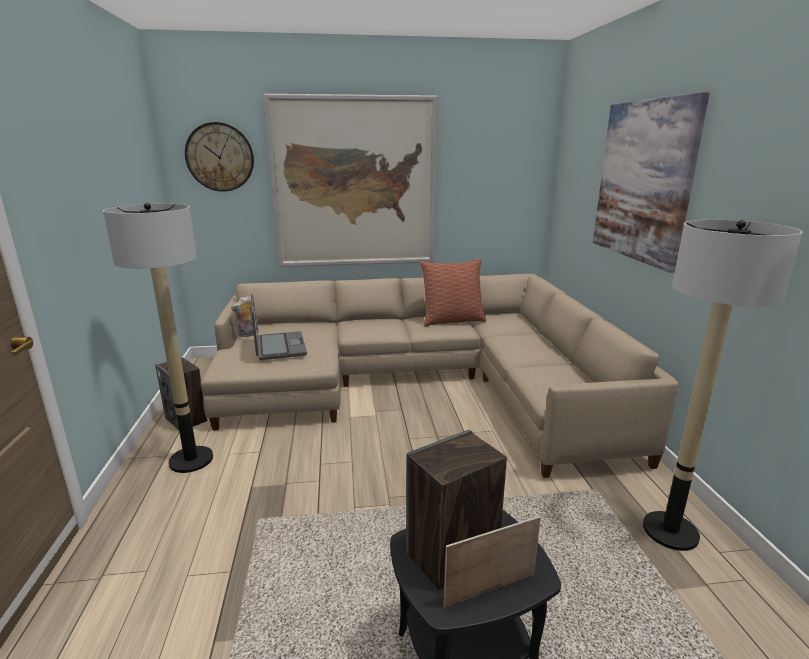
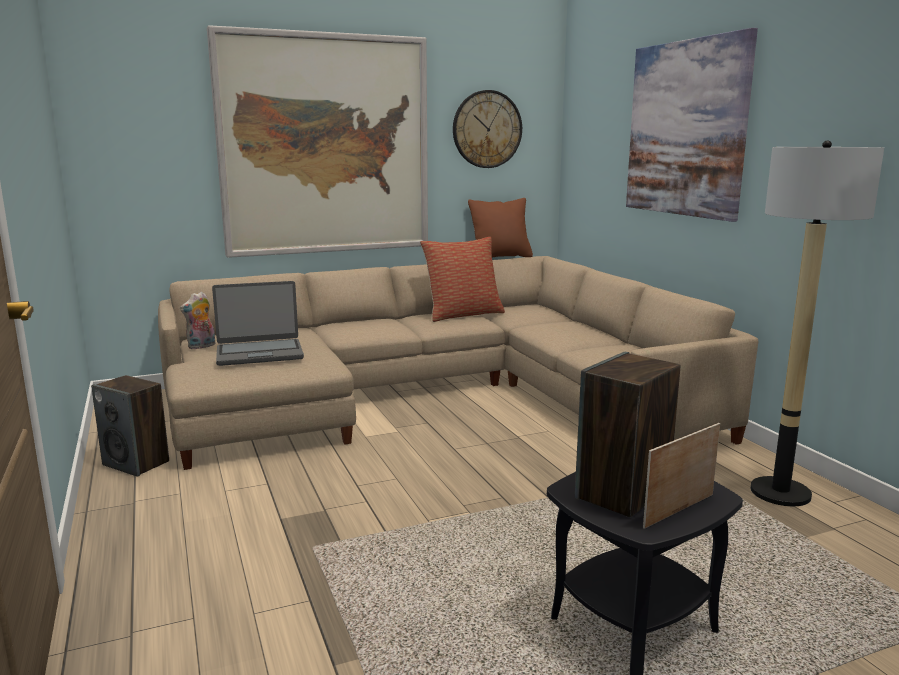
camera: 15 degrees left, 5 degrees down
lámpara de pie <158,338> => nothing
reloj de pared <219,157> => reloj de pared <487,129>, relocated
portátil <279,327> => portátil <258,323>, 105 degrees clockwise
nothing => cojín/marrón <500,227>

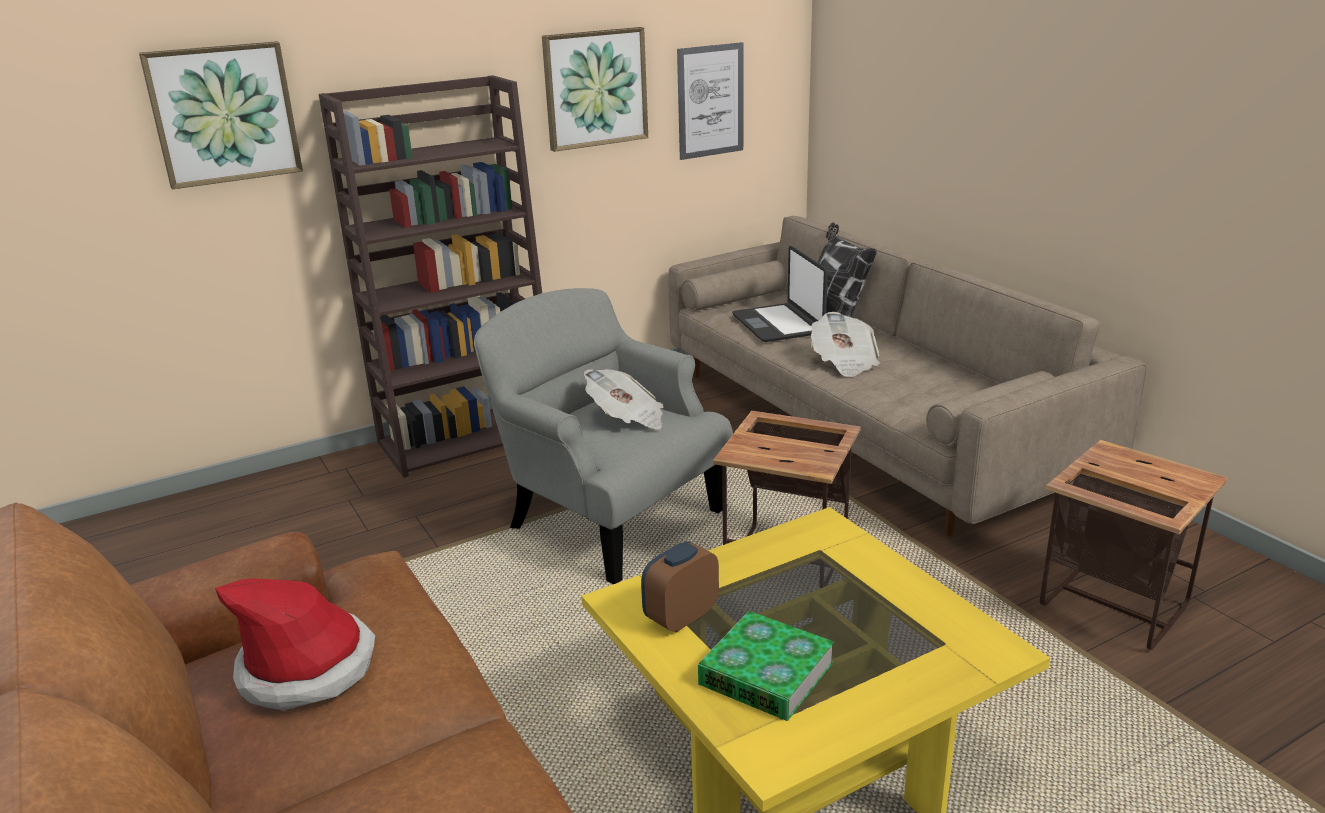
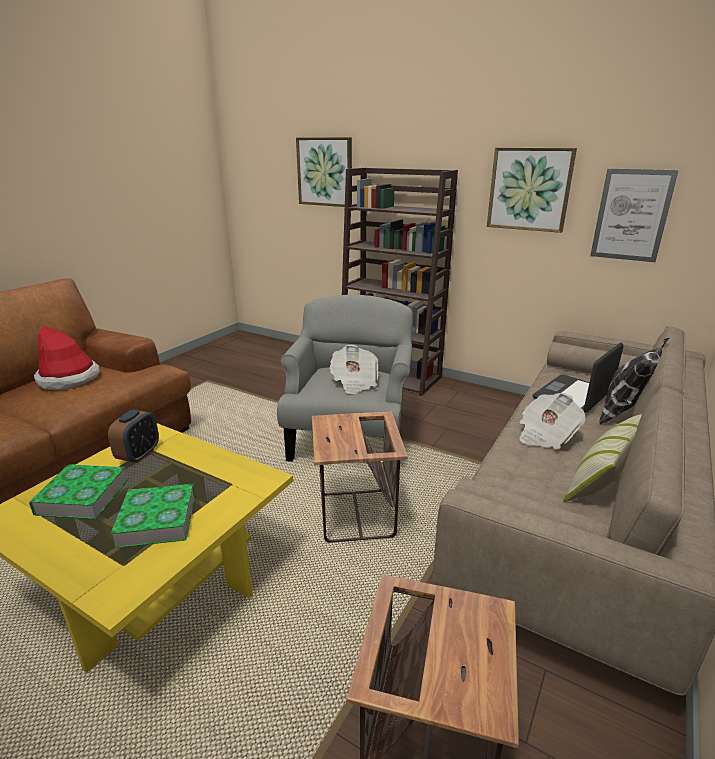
camera: 60 degrees right, 0 degrees up
despertador <680,586> => despertador <133,436>, 90 degrees clockwise
nothing => libro <153,516>
nothing => cojín <602,458>

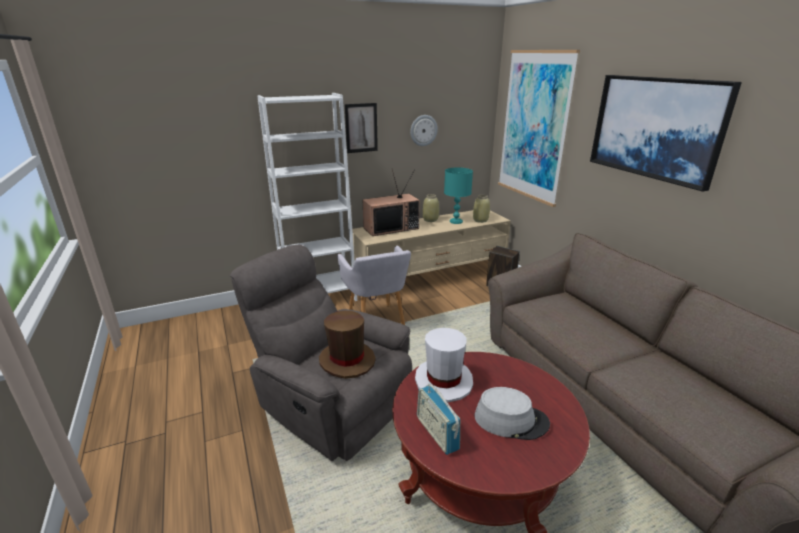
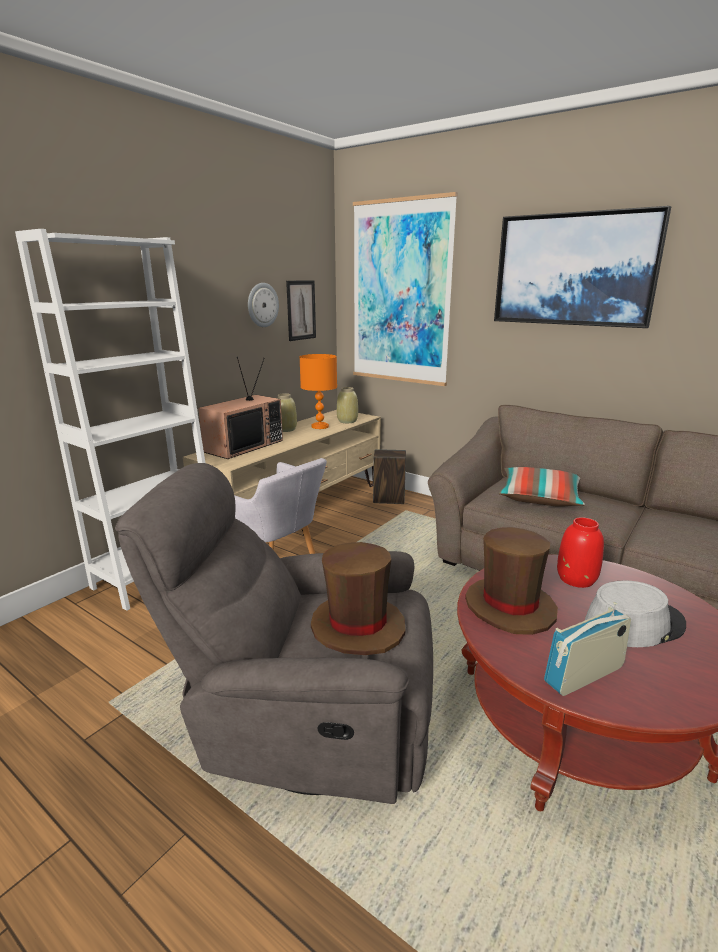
camera: 30 degrees left, 5 degrees down
cuadro <361,128> => cuadro <301,311>, relocated
sombrero/blanco <444,365> => sombrero/marrón <511,581>
radio <438,419> => radio <587,649>, 120 degrees clockwise
lámpara de mesa/turquesa <458,195> => lámpara de mesa/naranja <318,391>
nothing => cojín <542,487>
nothing => florero/rojo <580,552>

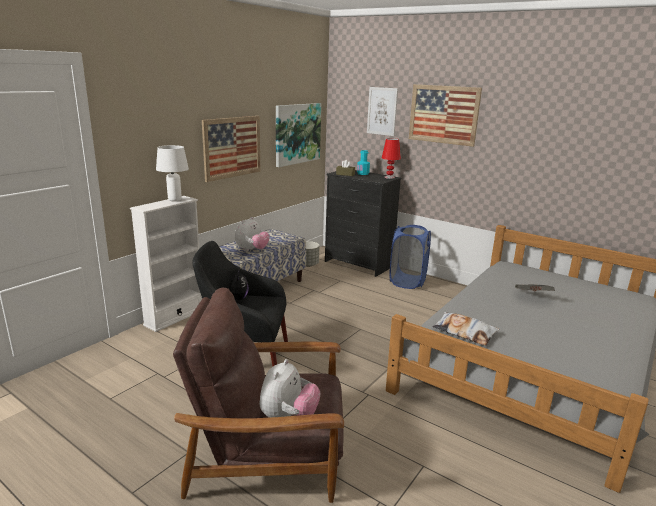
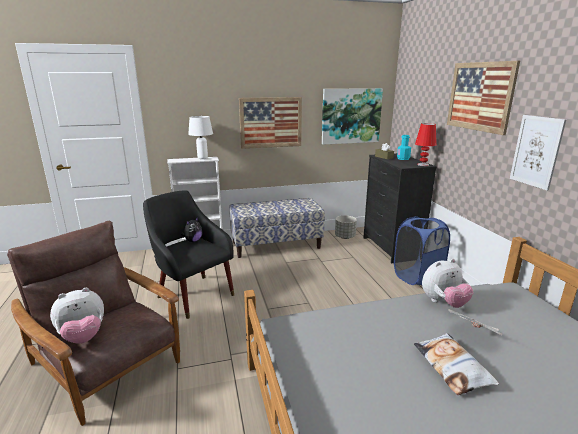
camera: 40 degrees right, 0 degrees up
peluche <252,234> => peluche <448,283>, relocated
cuadro <382,111> => cuadro <538,153>, relocated
cojín <466,328> => cojín <456,364>, relocated

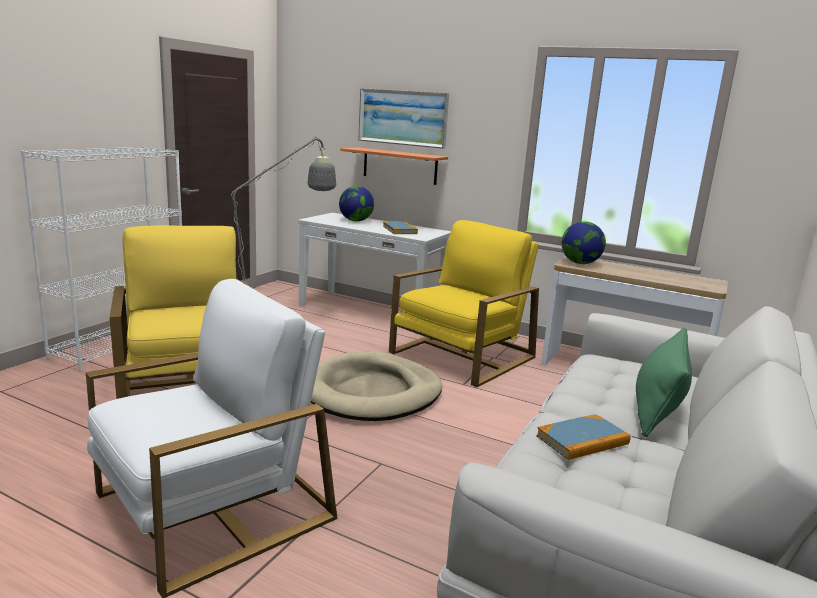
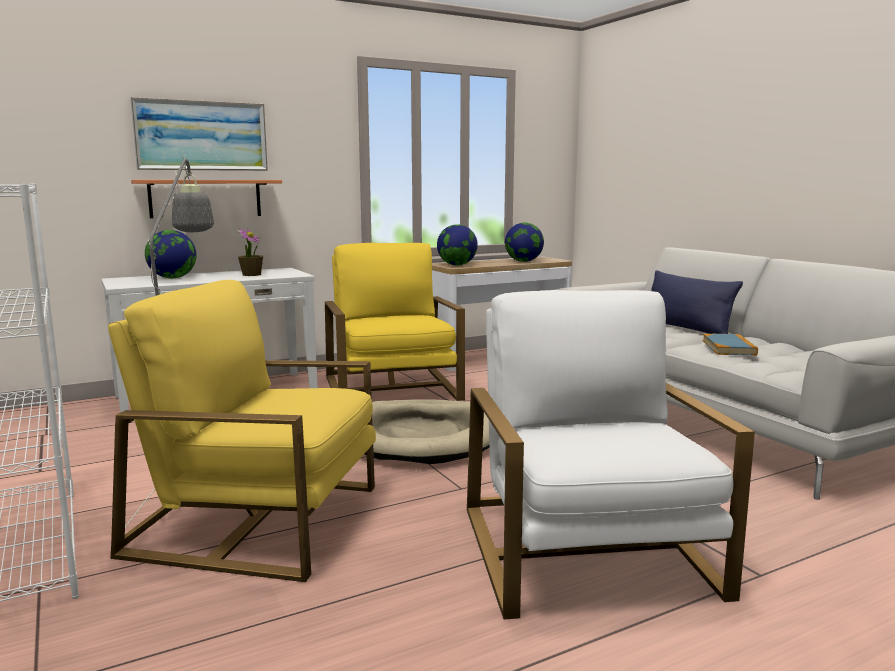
camera: 55 degrees left, 5 degrees down
libro <400,227> => planta en maceta <250,252>
cojín/verde <664,382> => cojín/azul <697,302>
nothing => globo terráqueo <524,242>

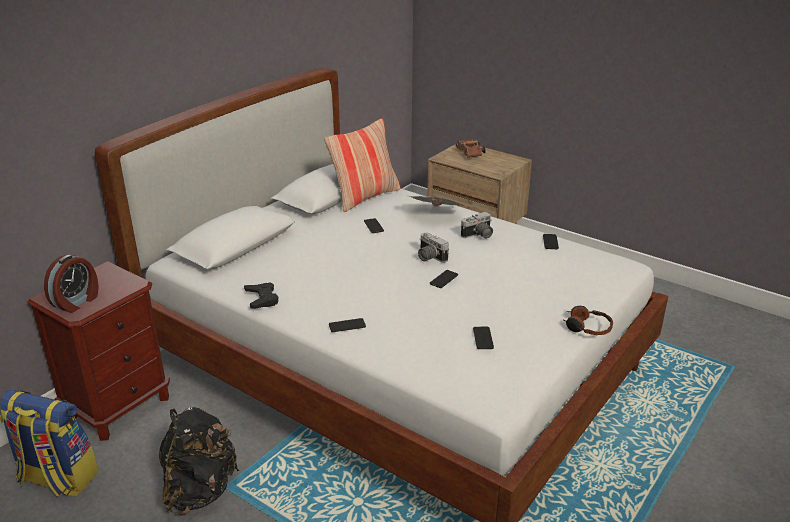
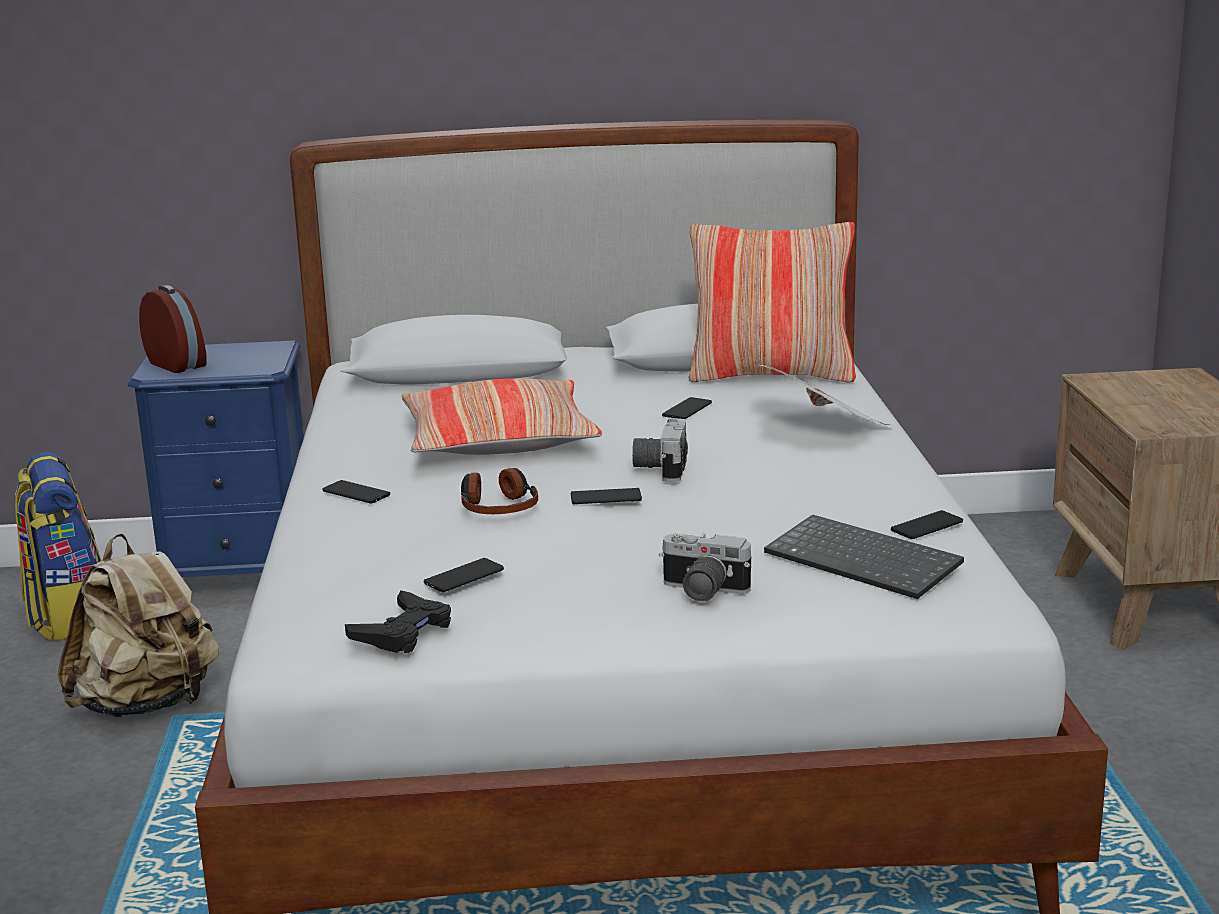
camera: 50 degrees right, 10 degrees down
mesita de noche/marrón <98,351> => mesita de noche/azul <215,458>
despertador <71,283> => despertador <173,329>, 120 degrees counterclockwise
mochila/negro <199,461> => mochila/beis <138,625>
mando de consola/negro <261,295> => mando de consola/negro <398,621>, relocated
prismáticos/marrón <471,148> => nothing
cámara <477,225> => cámara <705,567>, relocated
auriculares <588,320> => auriculares <499,491>, relocated
nothing => cojín <502,417>
nothing => teclado <864,556>

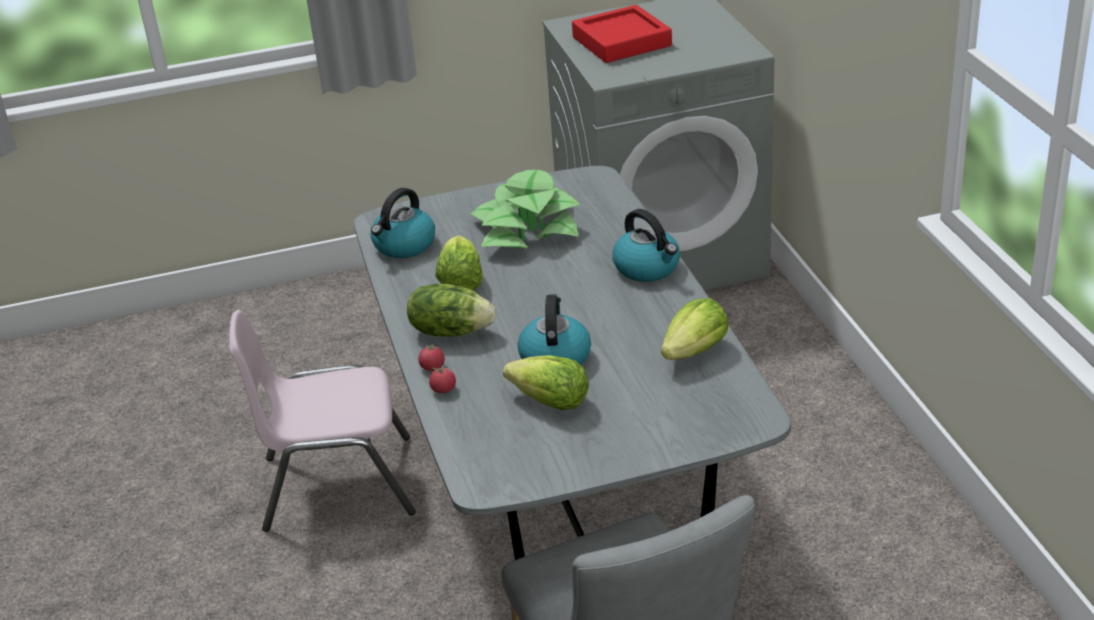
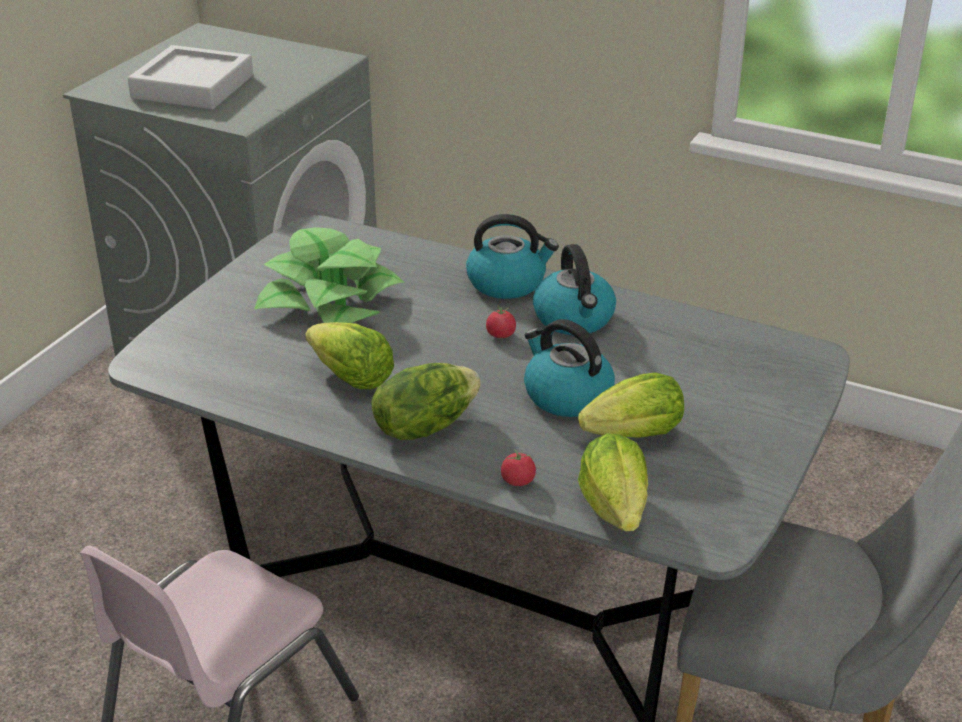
camera: 50 degrees left, 0 degrees up
hervidor <403,223> => hervidor <574,289>, relocated
tomate <431,356> => tomate <501,321>, relocated
bandeja/rojo <622,34> => bandeja/gris <190,77>
lechuga <695,329> => lechuga <613,482>, relocated

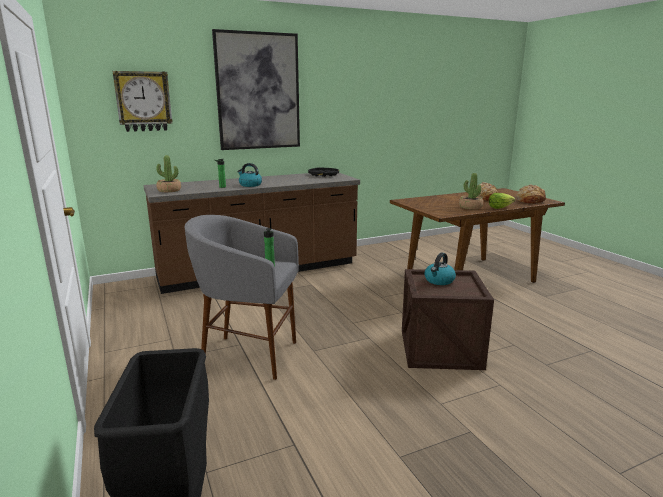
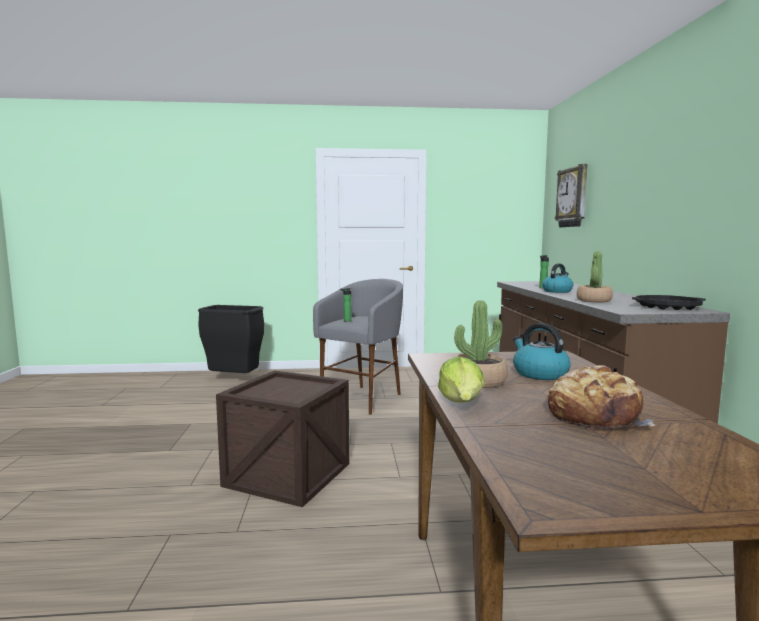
camera: 110 degrees right, 10 degrees down
planta en maceta <168,173> => planta en maceta <595,276>, relocated
cuadro <256,89> => nothing
hervidor <440,269> => hervidor <542,351>, relocated
pan <531,194> => nothing

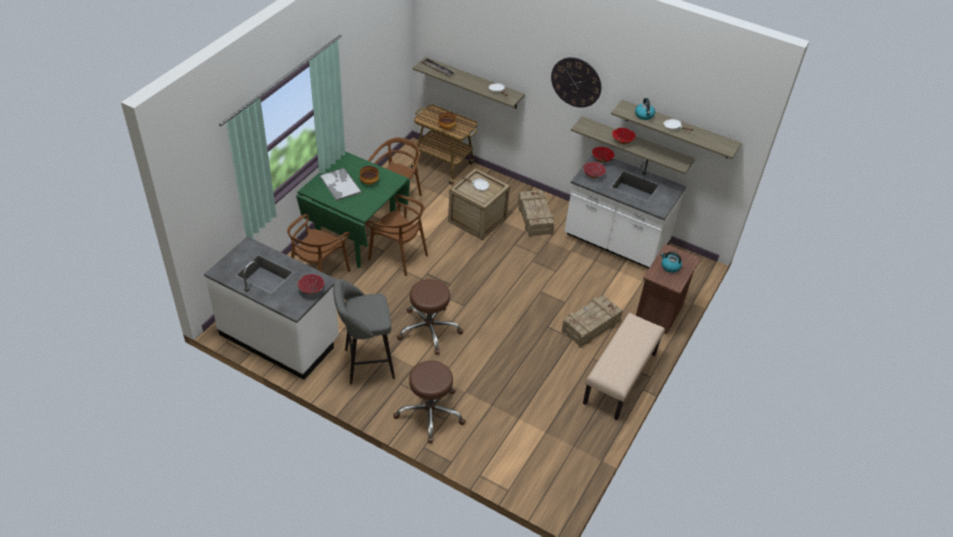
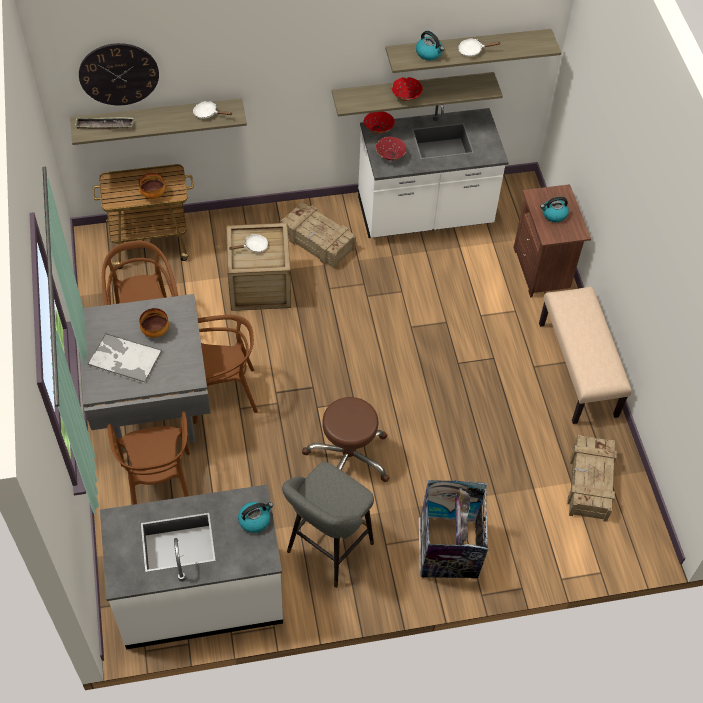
camera: 40 degrees left, 10 degrees up
mesa de comedor/verde <353,209> => mesa de comedor/gris <145,373>
cuenco/rojo <311,284> => hervidor <255,517>
taburete/marrón <429,402> => papelera <454,529>
reloj de pared <576,82> => reloj de pared <119,74>, relocated
caja de embalaje <592,321> => caja de embalaje <592,478>, relocated

